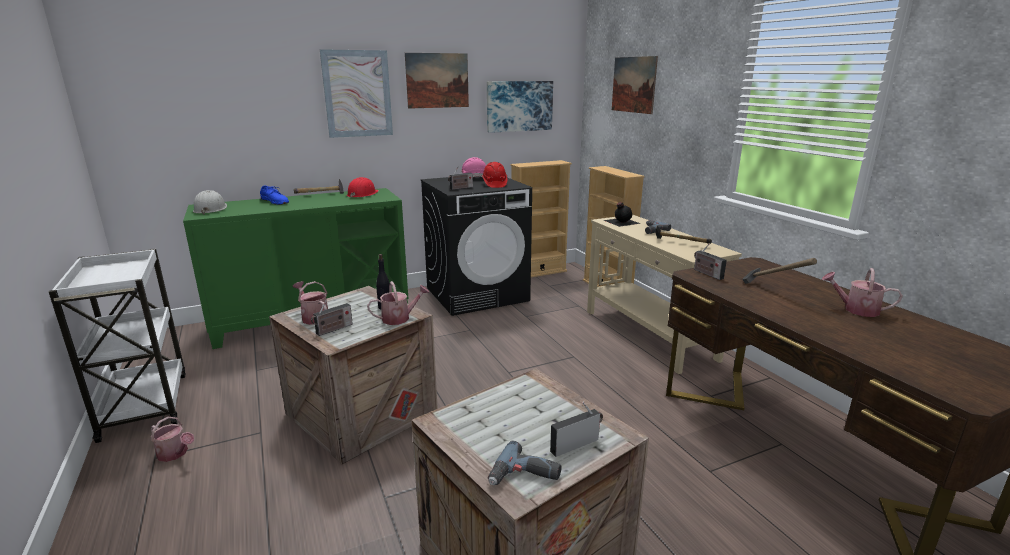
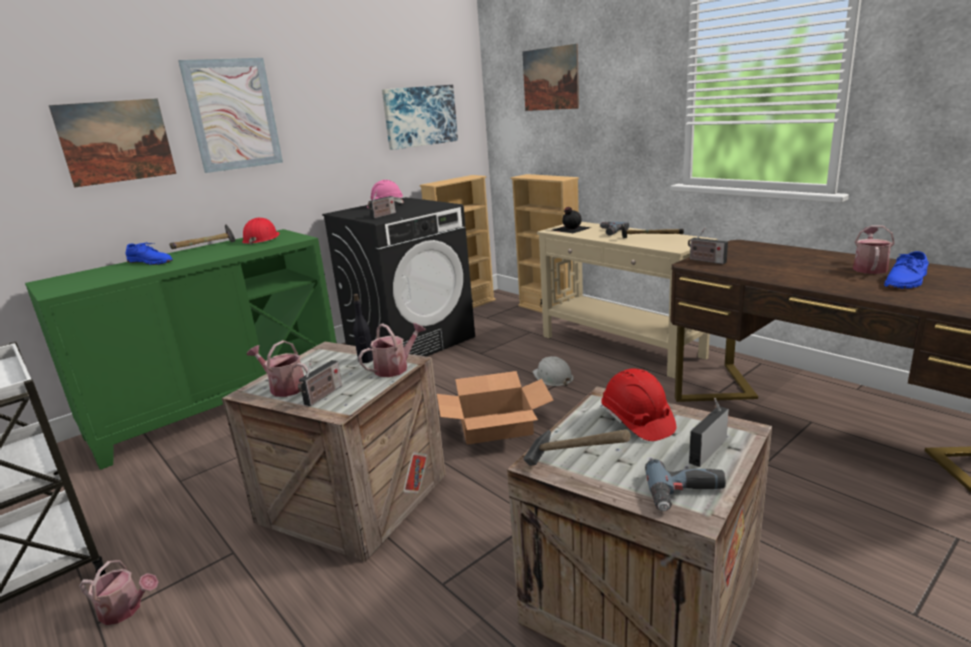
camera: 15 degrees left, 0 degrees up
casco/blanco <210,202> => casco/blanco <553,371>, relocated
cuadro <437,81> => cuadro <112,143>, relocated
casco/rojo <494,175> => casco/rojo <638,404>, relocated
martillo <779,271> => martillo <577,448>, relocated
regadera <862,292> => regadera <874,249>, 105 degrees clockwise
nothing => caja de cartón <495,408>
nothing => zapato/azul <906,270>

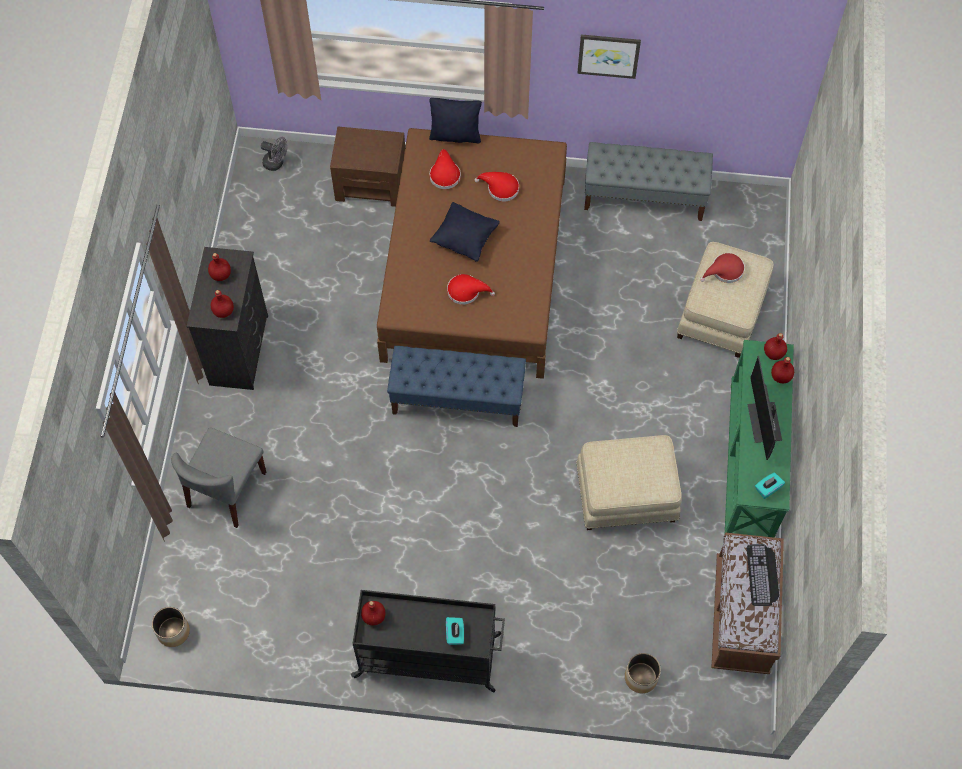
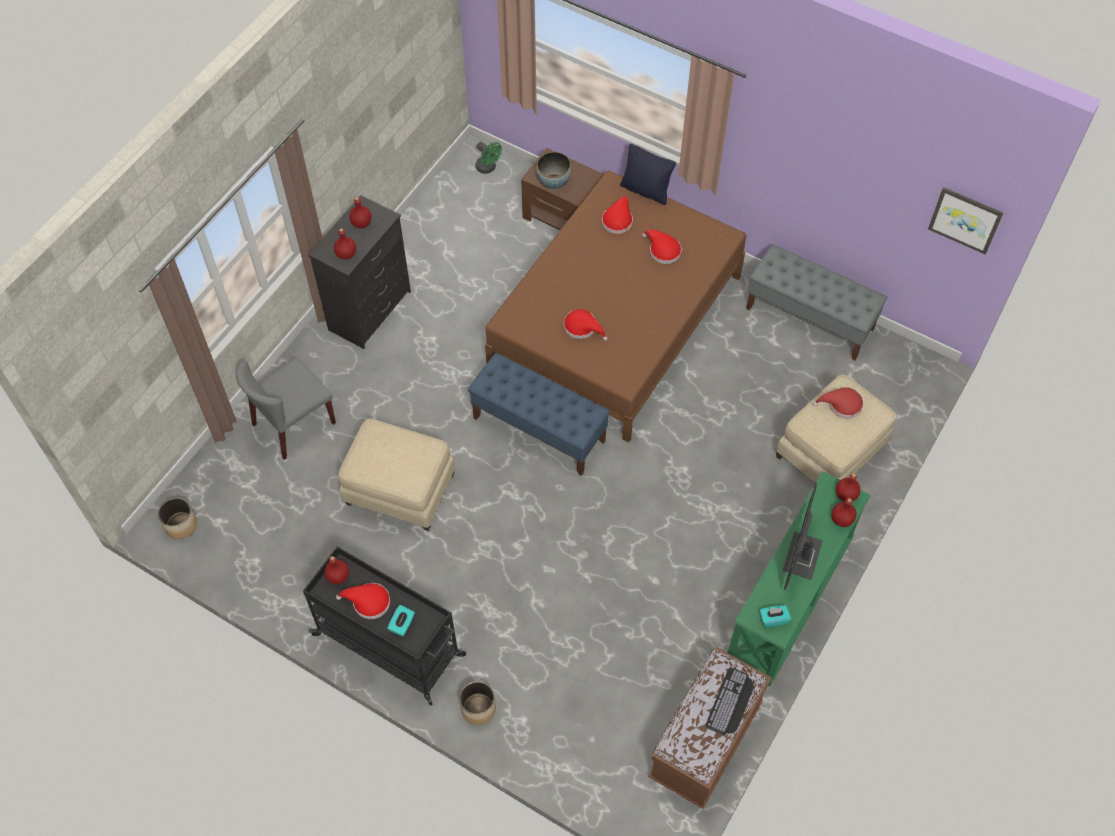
camera: 25 degrees right, 5 degrees down
ventilador/gris <274,154> => ventilador/verde <488,158>
cojín/negro <465,232> => nothing
puf/beis <629,482> => puf/beis <397,475>, relocated
cuadro <609,56> => cuadro <965,221>, relocated
maceta <643,673> => maceta <477,703>, relocated
nothing => sombrero/rojo <363,601>
nothing => cuenco <554,171>

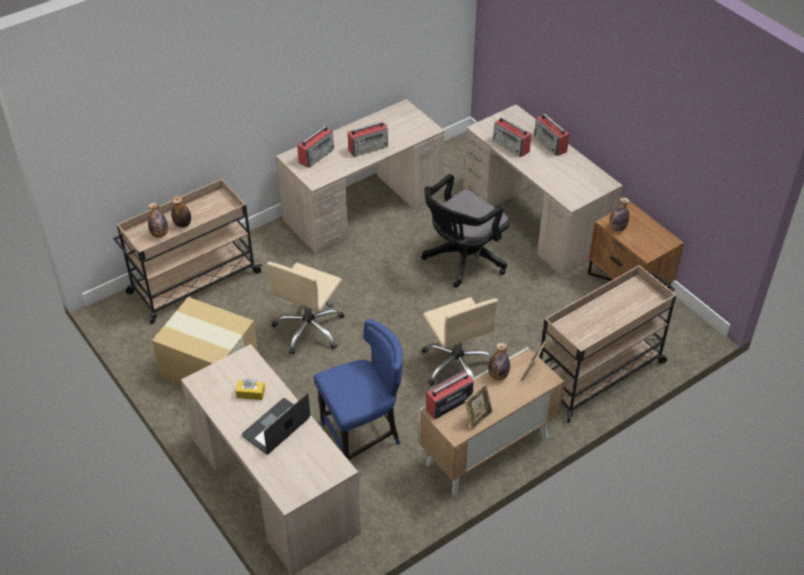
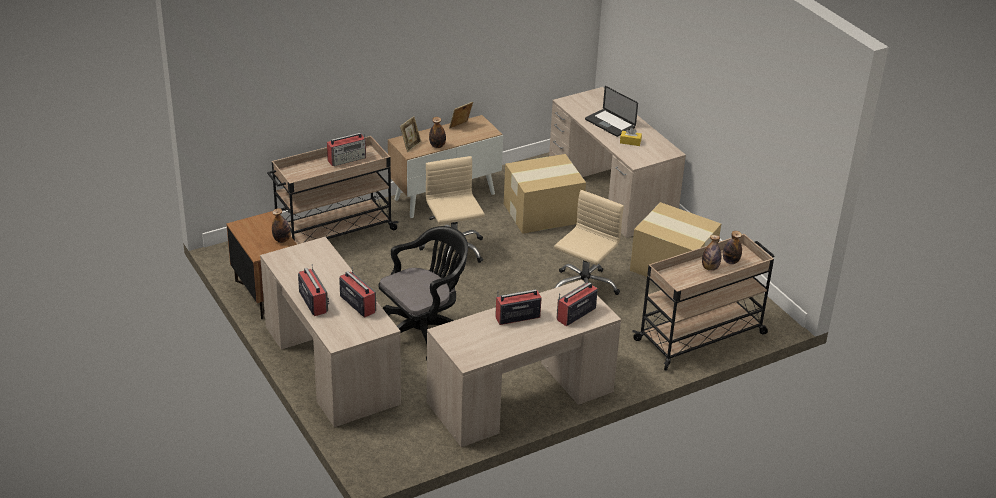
camera: 175 degrees left, 10 degrees down
portátil <276,423> => portátil <611,111>, 90 degrees clockwise
silla/azul <358,389> => caja de cartón <545,194>
radio <450,395> => radio <346,149>, relocated

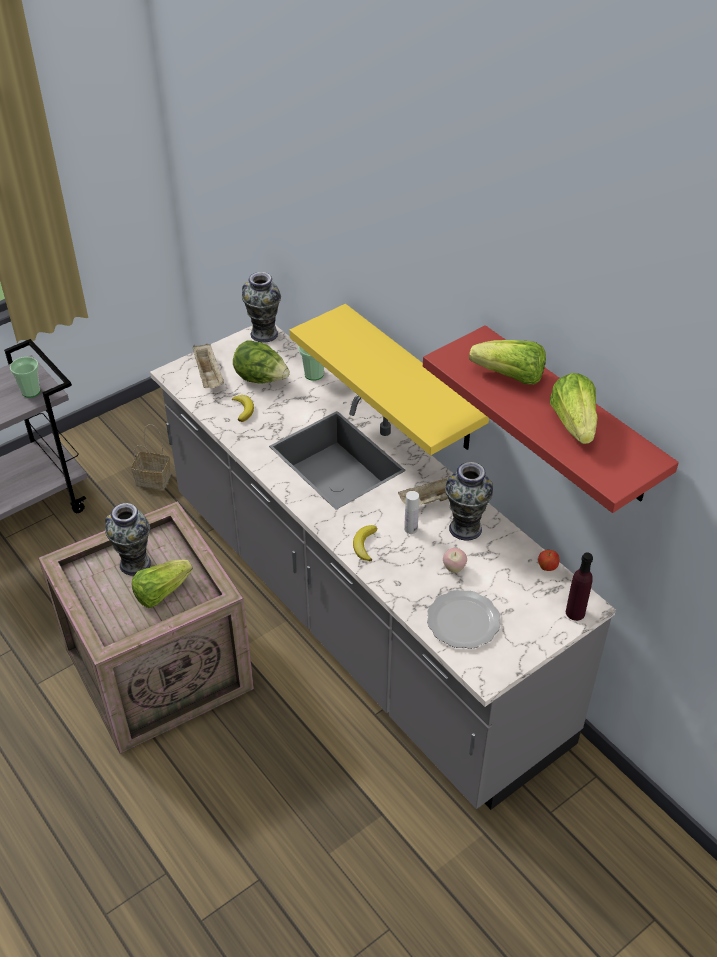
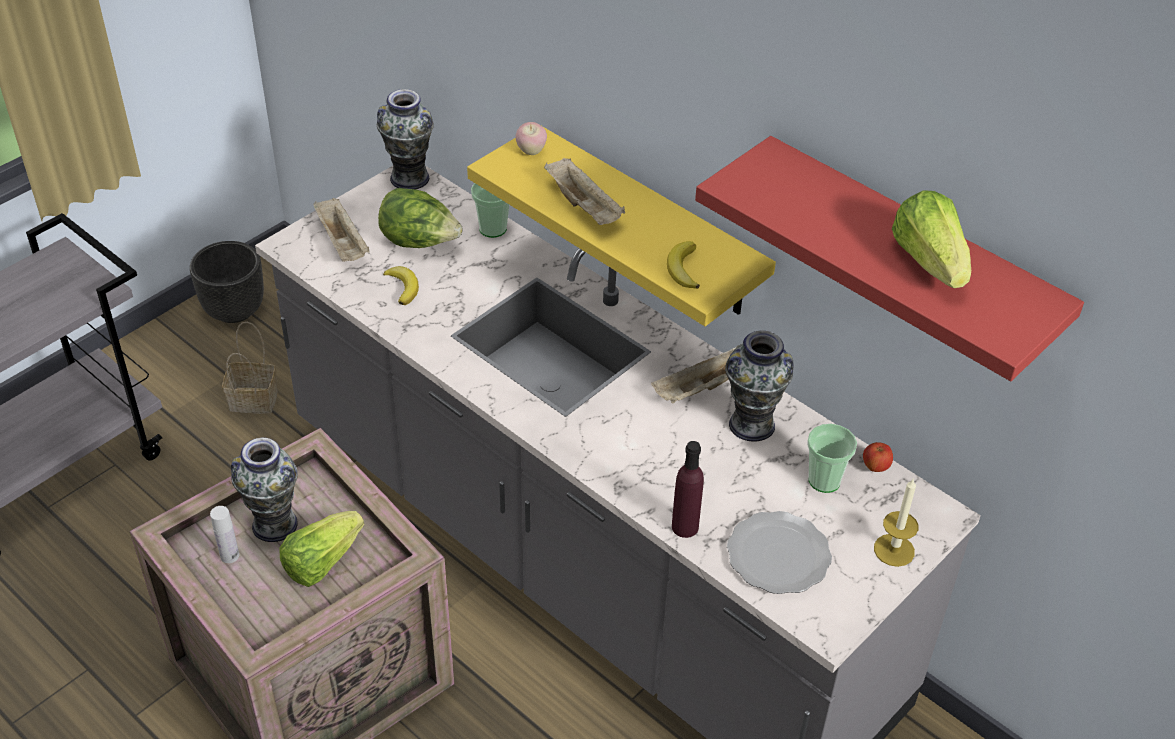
camera: 10 degrees left, 0 degrees up
taza <25,377> => taza <832,458>, relocated
plátano <365,543> => plátano <683,265>, relocated
botella/blanco <411,512> => botella/blanco <224,534>, relocated
manzana <455,560> => manzana <531,138>, relocated
lechuga <507,362> => nothing
botella/morado <579,587> => botella/morado <688,489>, relocated
nothing => maceta/negro <227,282>
nothing => bandeja/beis <584,191>
nothing => vela <896,523>

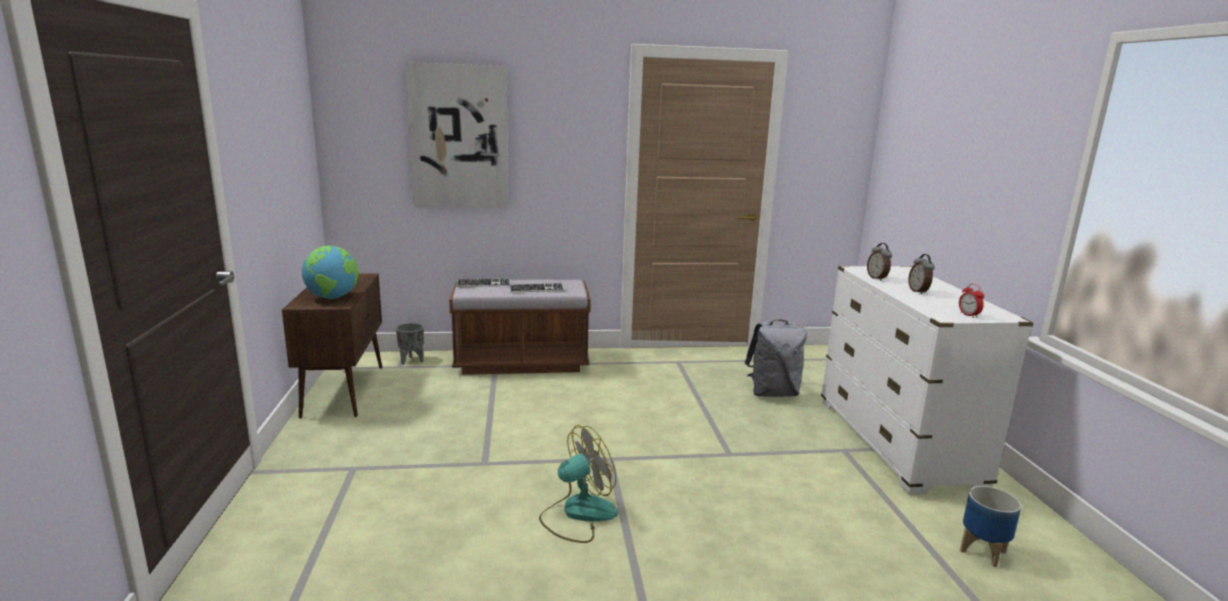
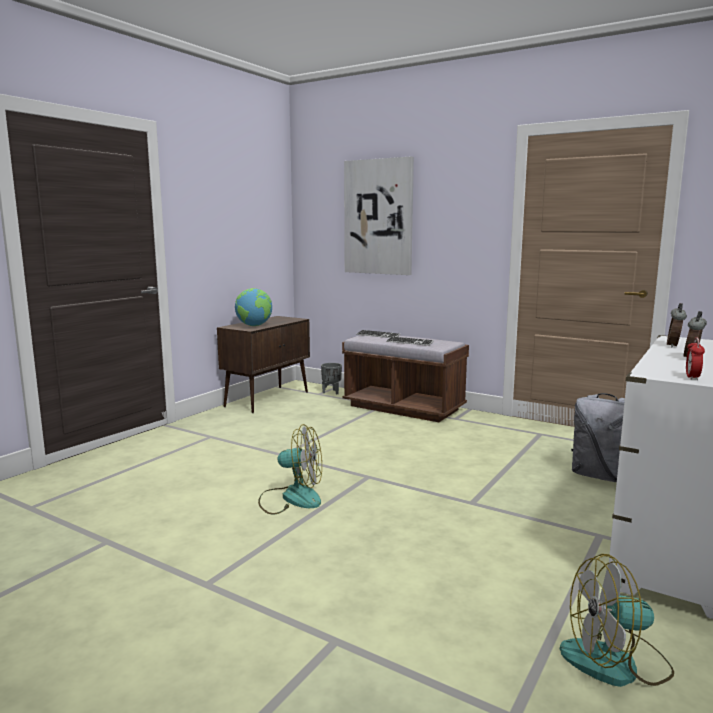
camera: 40 degrees right, 5 degrees down
maceta <990,526> => ventilador <617,620>

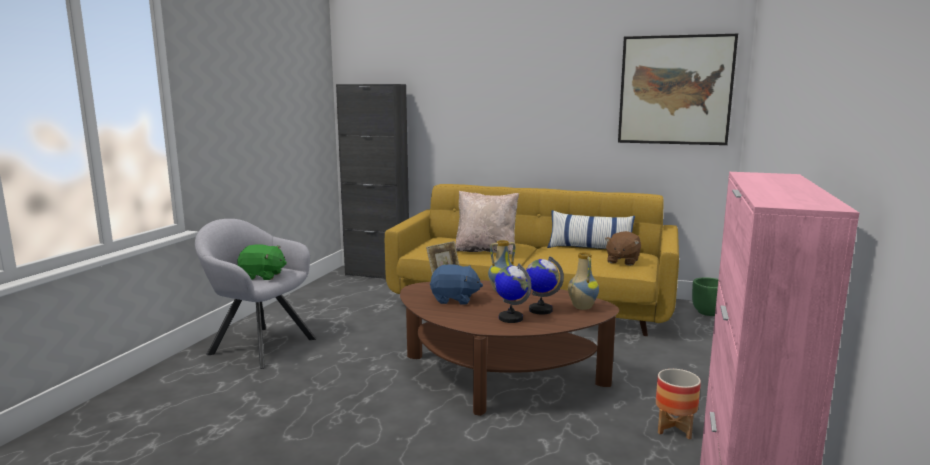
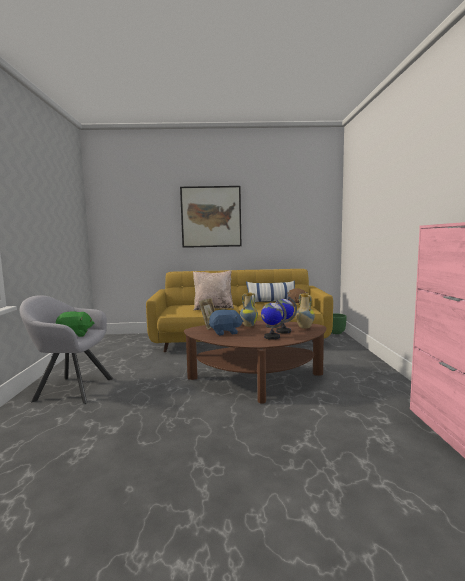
camera: 20 degrees left, 5 degrees down
armario/negro <372,181> => nothing
cuadro <678,89> => cuadro <210,217>, relocated
maceta <678,404> => nothing

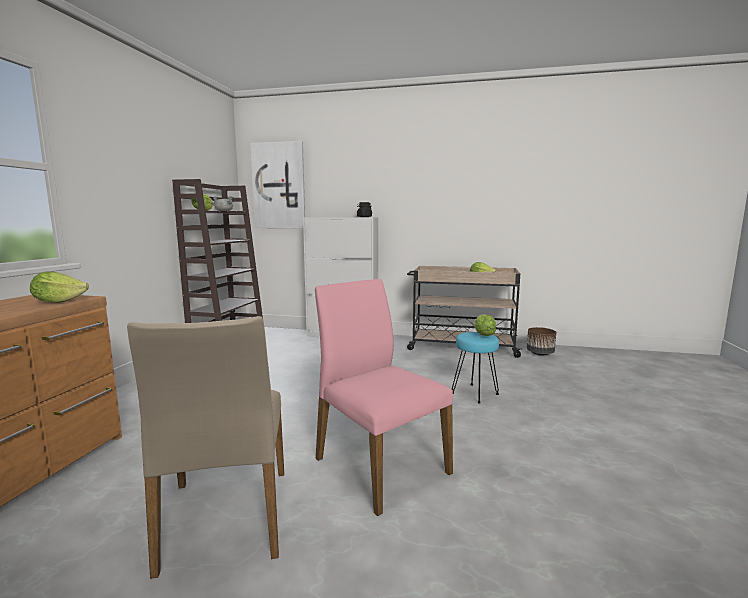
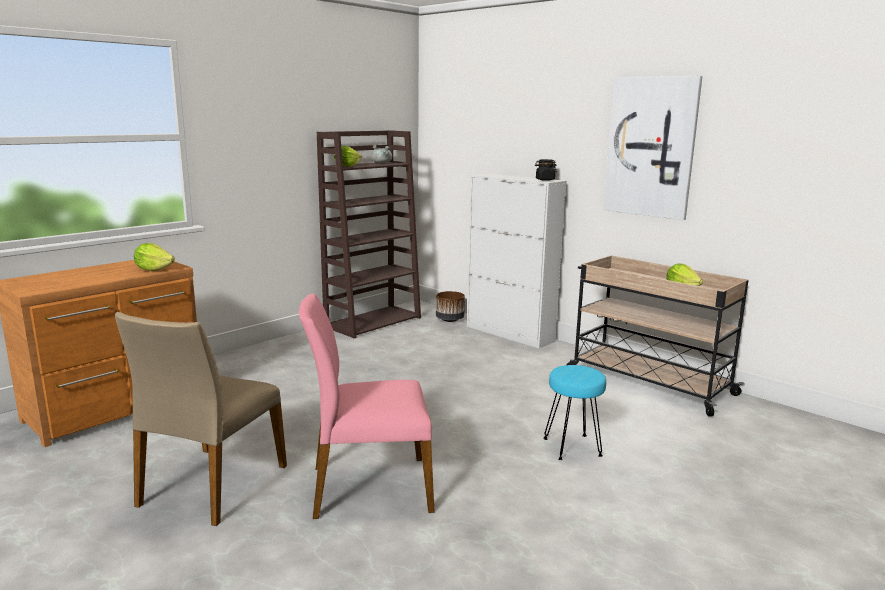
camera: 30 degrees right, 5 degrees up
cuadro <277,184> => cuadro <652,148>, relocated
silla/rosa <384,397> => silla/rosa <367,406>, 90 degrees counterclockwise
lechuga <485,325> => nothing
maceta/marrón <541,341> => maceta/marrón <450,306>, relocated

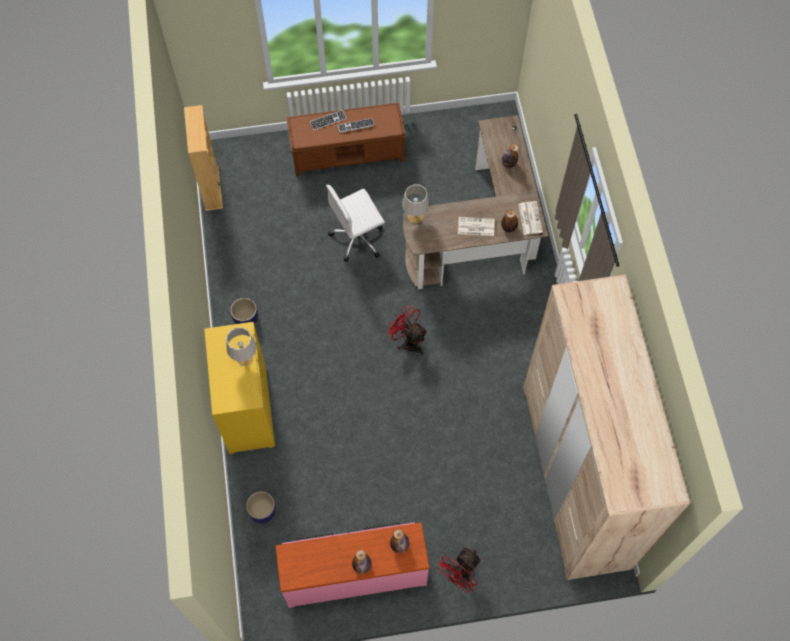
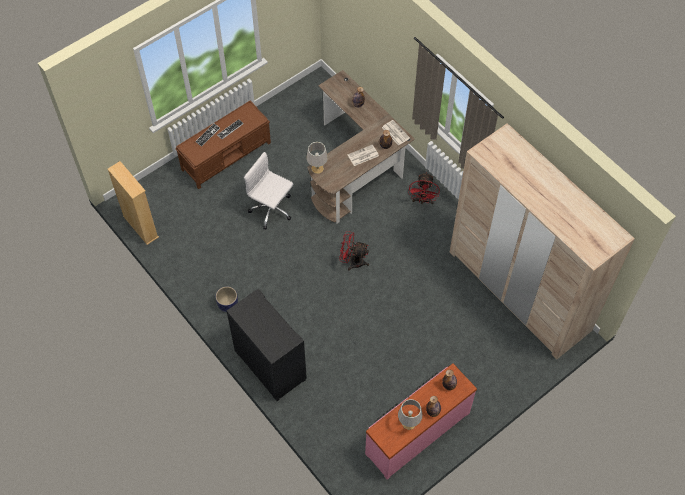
camera: 30 degrees left, 5 degrees down
armario/amarillo <239,388> => armario/negro <267,345>
lámpara de mesa/gris <241,346> => lámpara de mesa/gris <410,414>, relocated
maceta <261,507> => nothing
silla de oficina/blanco <355,223> => silla de oficina/blanco <268,190>, 90 degrees clockwise
ventilador/rojo <459,570> => ventilador/rojo <424,188>, relocated

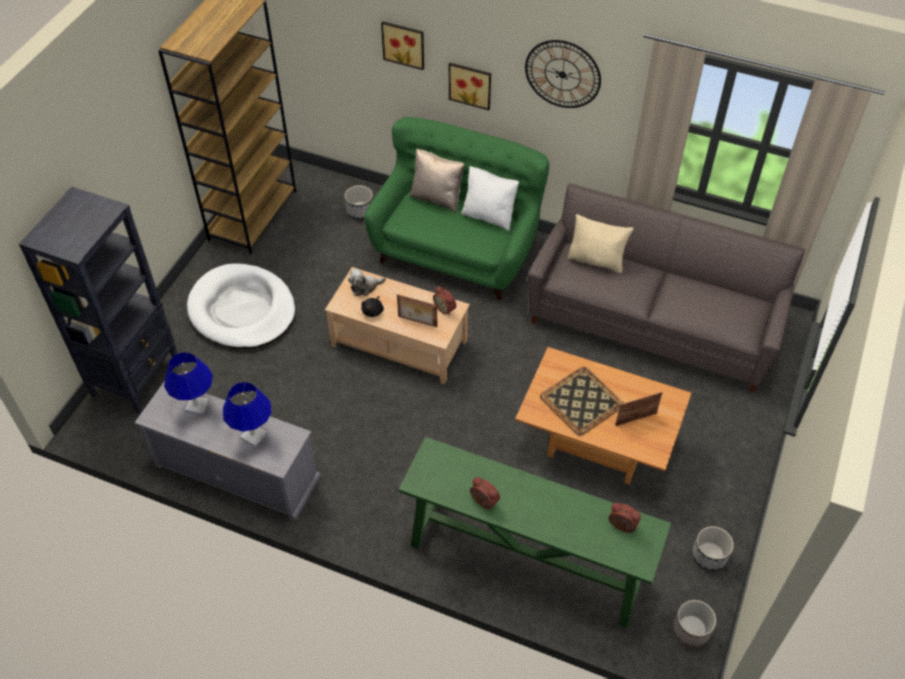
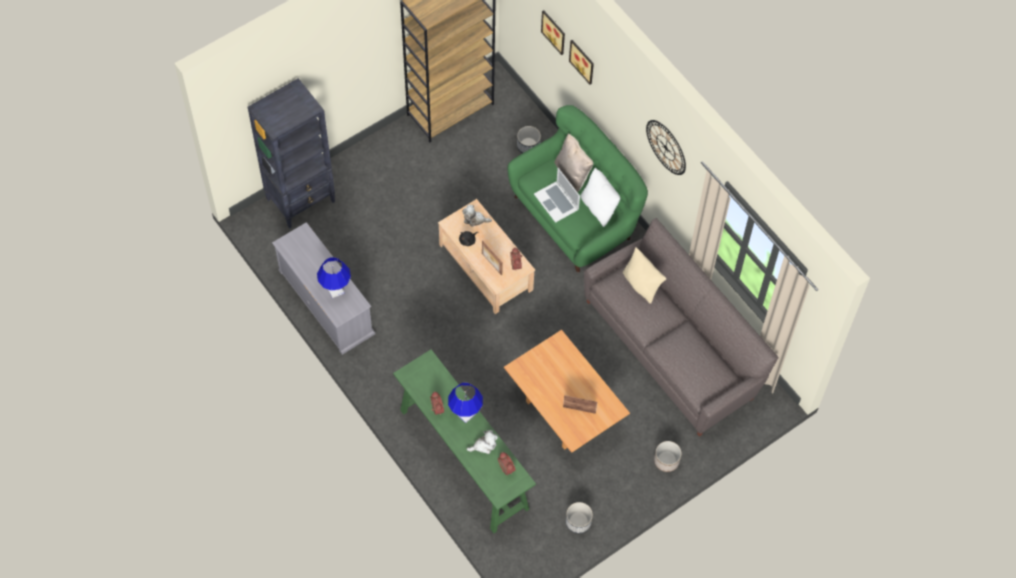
camera: 30 degrees right, 10 degrees up
lámpara de mesa/azul <188,383> => lámpara de mesa/azul <465,403>, relocated
cama para perro/blanco <241,306> => nothing
cuadro <470,86> => cuadro <553,32>, relocated
bandeja <582,401> => nothing
maceta <694,623> => maceta <668,456>, relocated
nothing => peluche <482,442>
nothing => portátil <557,195>

